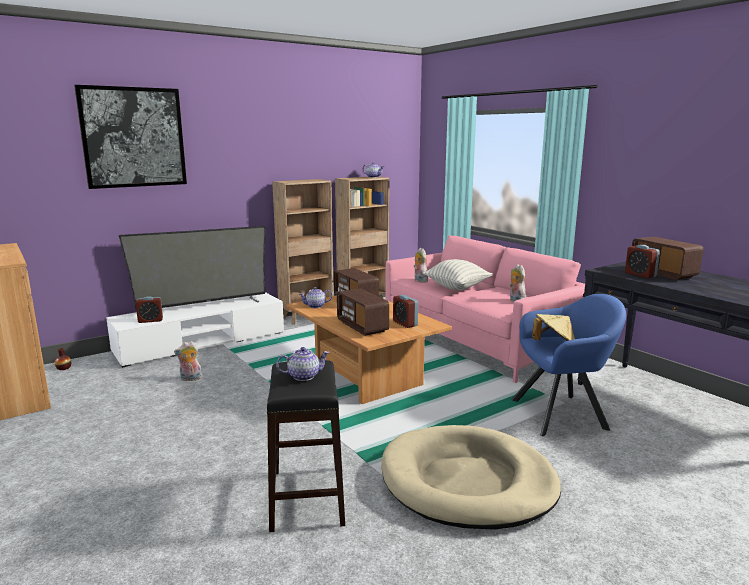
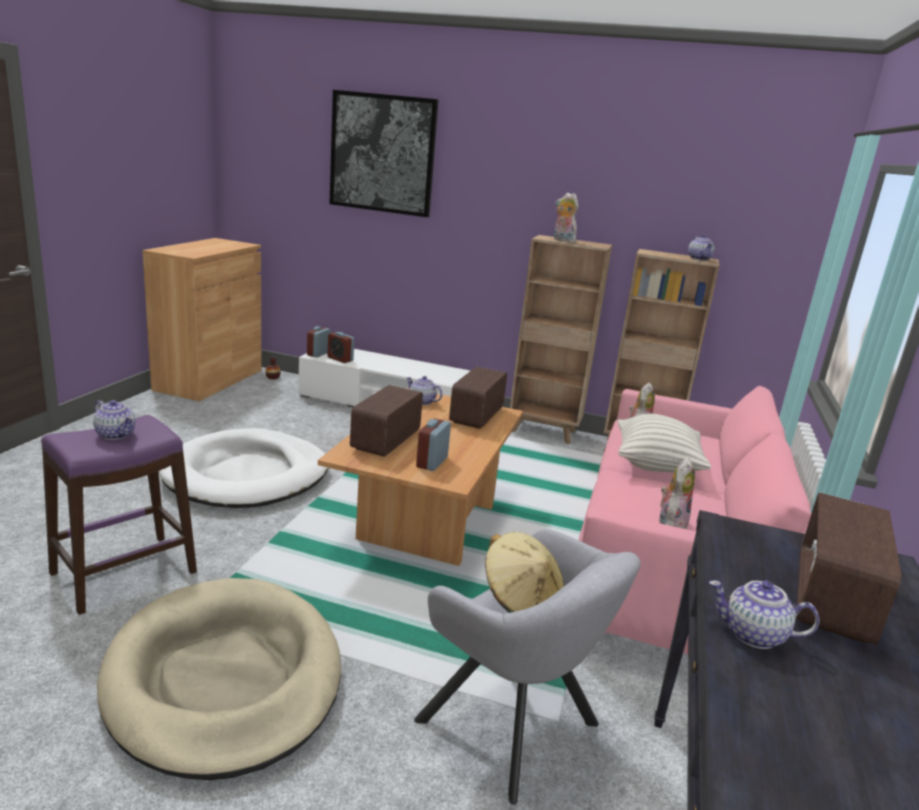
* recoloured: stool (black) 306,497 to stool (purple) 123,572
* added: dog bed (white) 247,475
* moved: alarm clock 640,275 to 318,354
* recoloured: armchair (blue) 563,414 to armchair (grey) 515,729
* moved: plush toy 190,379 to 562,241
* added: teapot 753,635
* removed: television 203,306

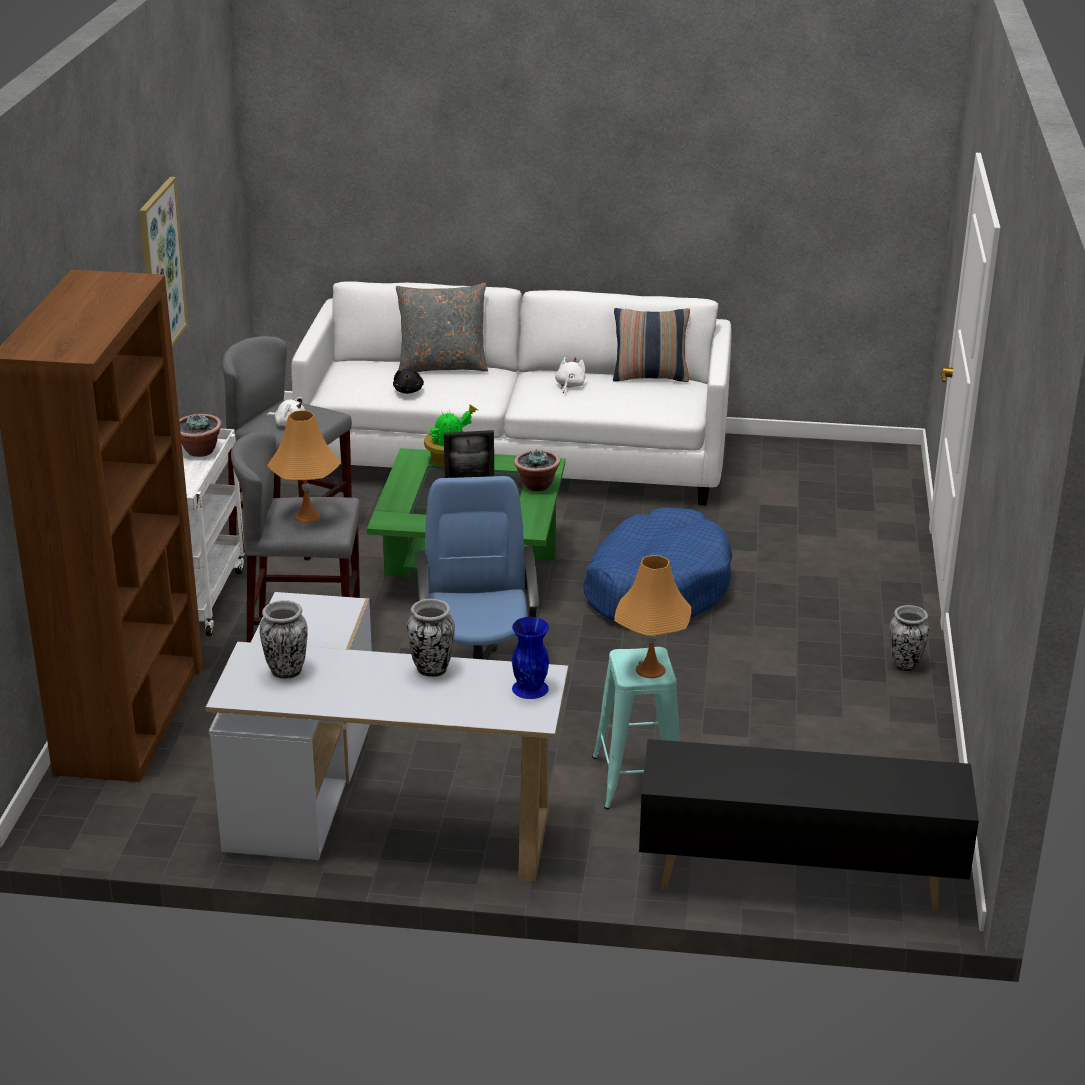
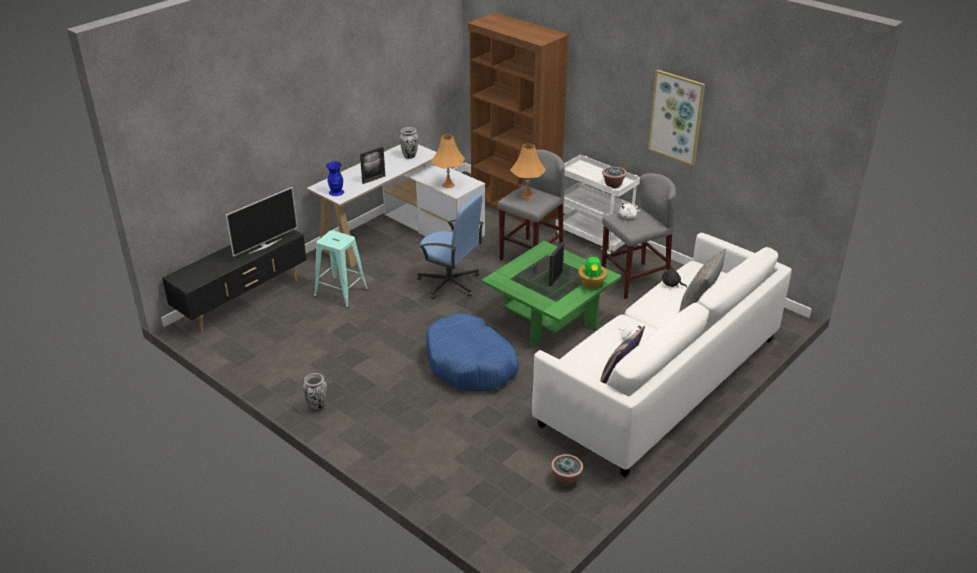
* added: television 264,246
* replaced: vase 431,670 to picture frame 373,179
* moved: table lamp (orange) 650,670 to 448,185
* moved: potted plant 536,485 to 566,479

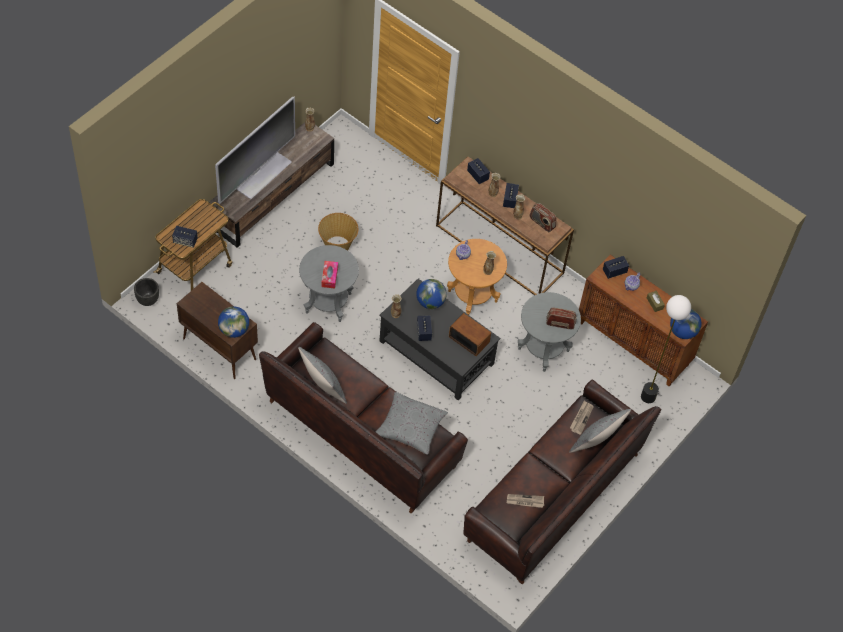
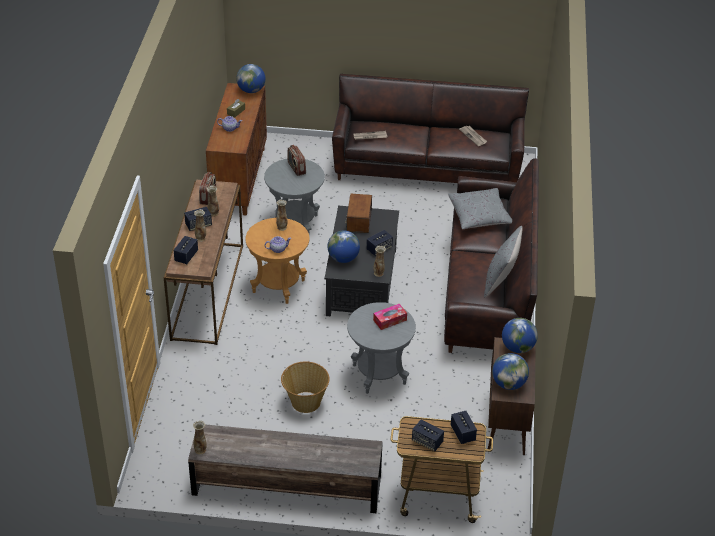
* moved: speaker 614,271 to 427,442
* added: globe 508,384
* removed: planter (black) 147,300
* removed: television 263,175
* removed: pillow (grey) 596,443
* removed: floor lamp 648,397

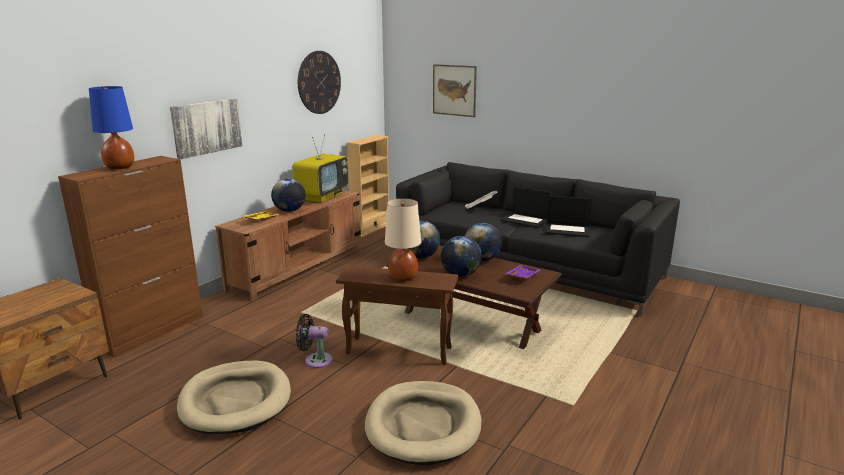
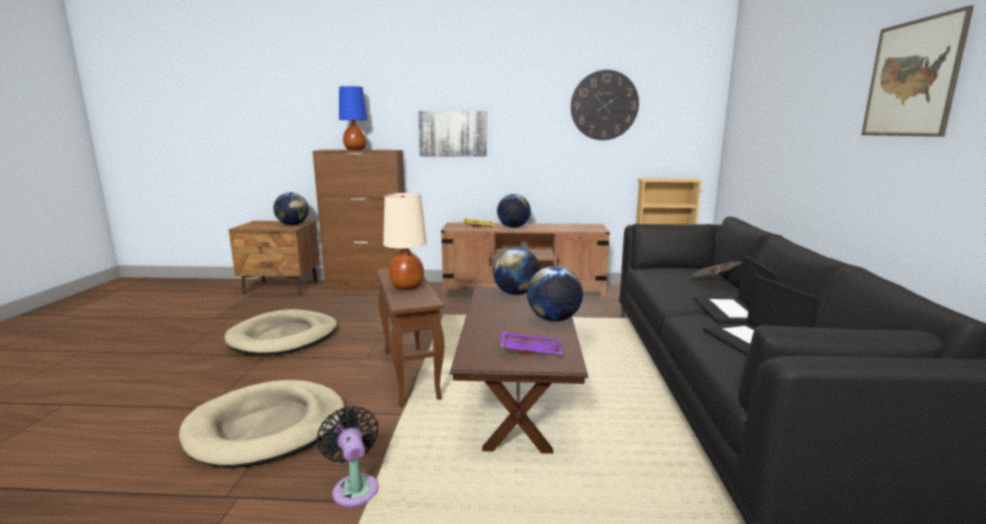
* moved: globe 460,275 to 293,225
* moved: fan (black) 315,360 to 355,487
* moved: picture 454,90 to 912,78
* removed: television 322,196

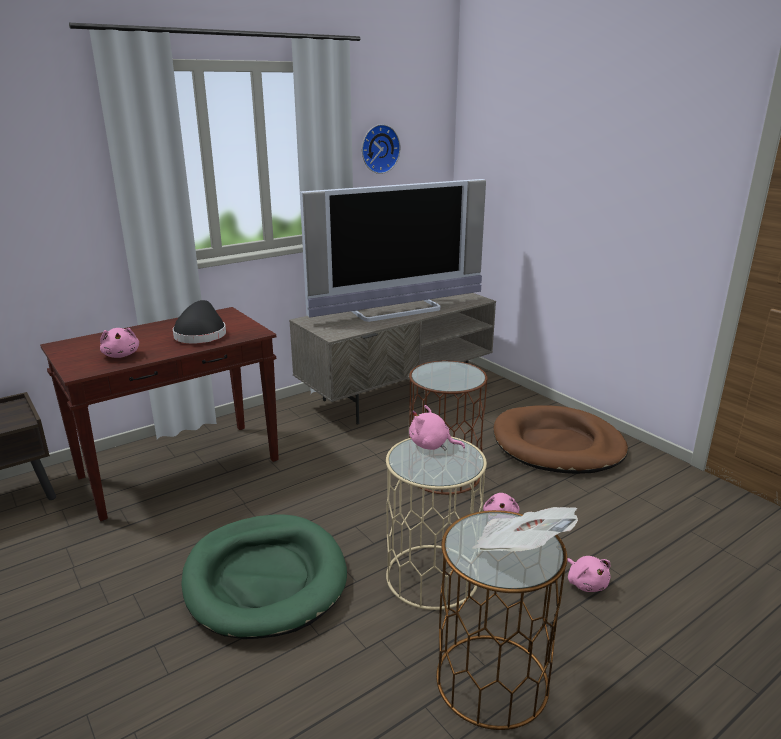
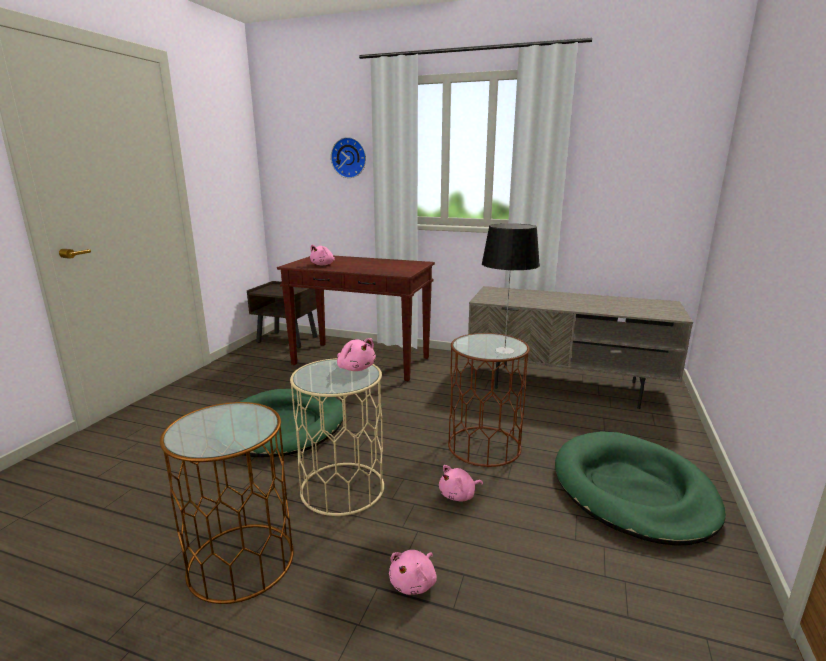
* moved: wall clock 379,149 to 349,158
* turned: plush toy (pink) 431,445 = 355,368 150 degrees clockwise
* added: table lamp 505,350
* recoloured: dog bed (brown) 557,445 to dog bed (green) 632,490
* removed: hat (black) 201,334
* removed: television 397,310
* removed: newspaper 521,550

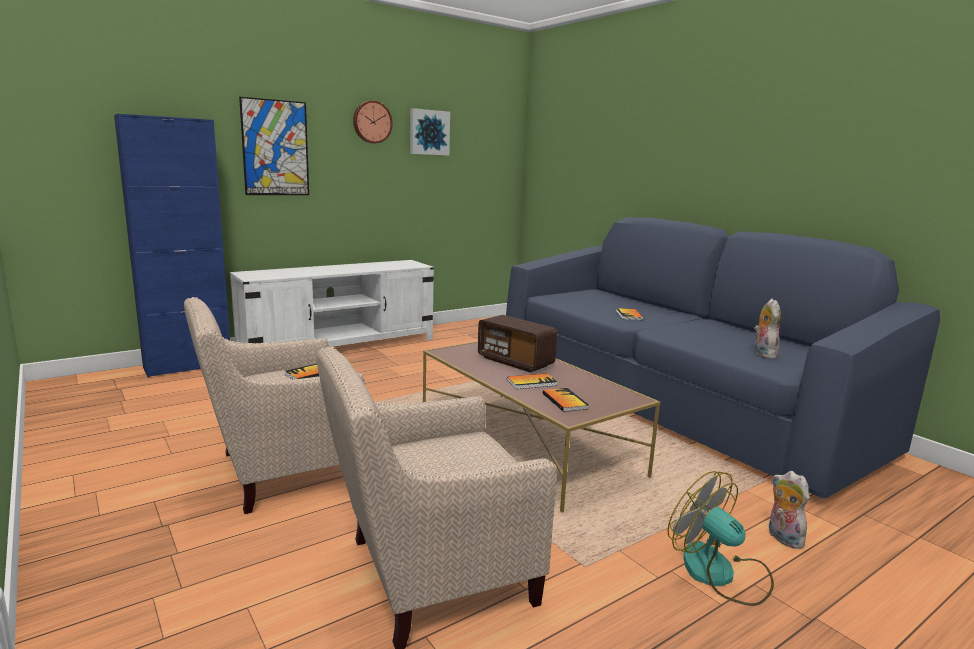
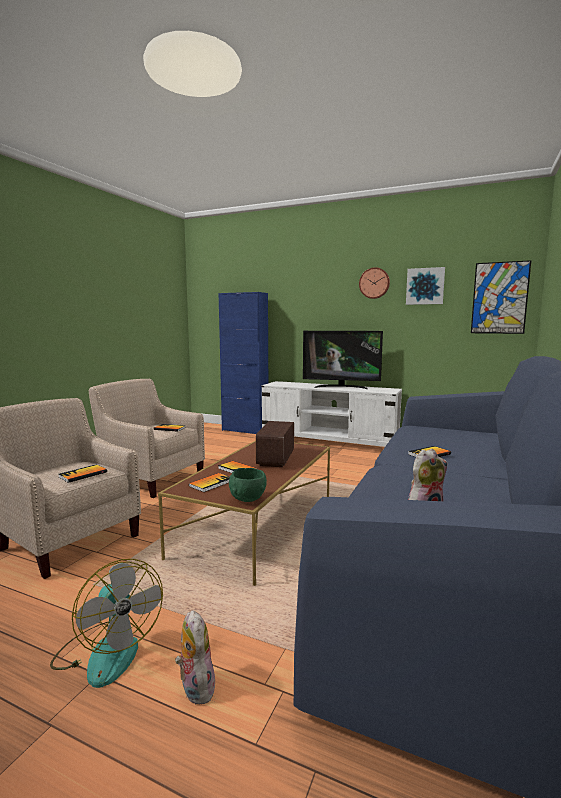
* turned: fan 720,574 = 107,651 120 degrees clockwise
* added: book 83,474
* turned: plush toy 782,538 = 195,687 60 degrees counterclockwise
* added: bowl (green) 247,499
* added: television 341,387
* moved: picture 275,148 to 499,298

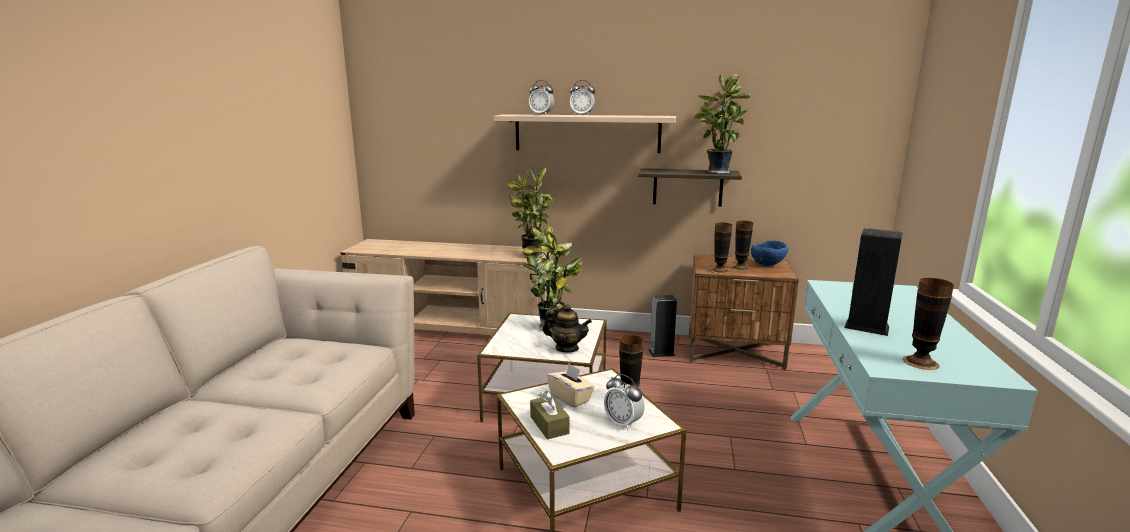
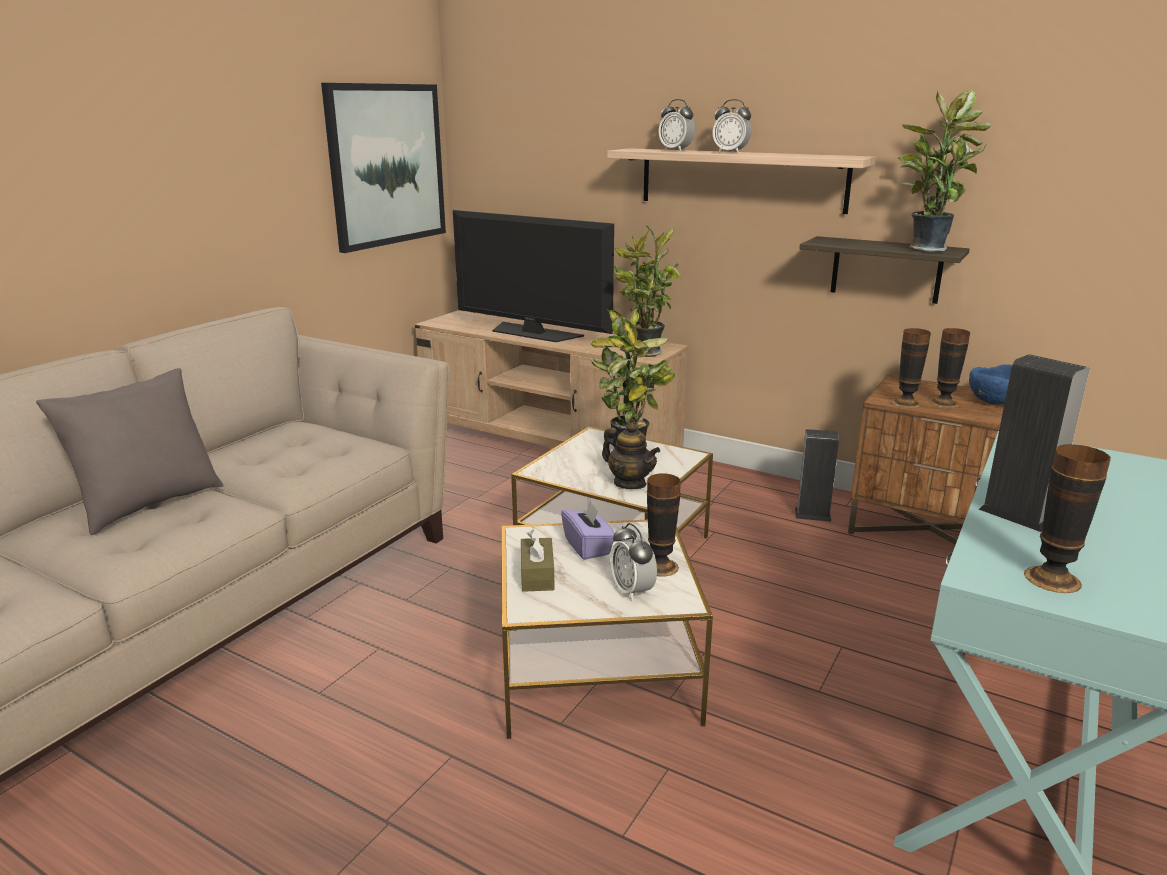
* added: pillow (grey) 149,505
* added: picture 387,165
* added: television 533,333
* recoloured: tissue box (beige) 570,398 to tissue box (purple) 588,547

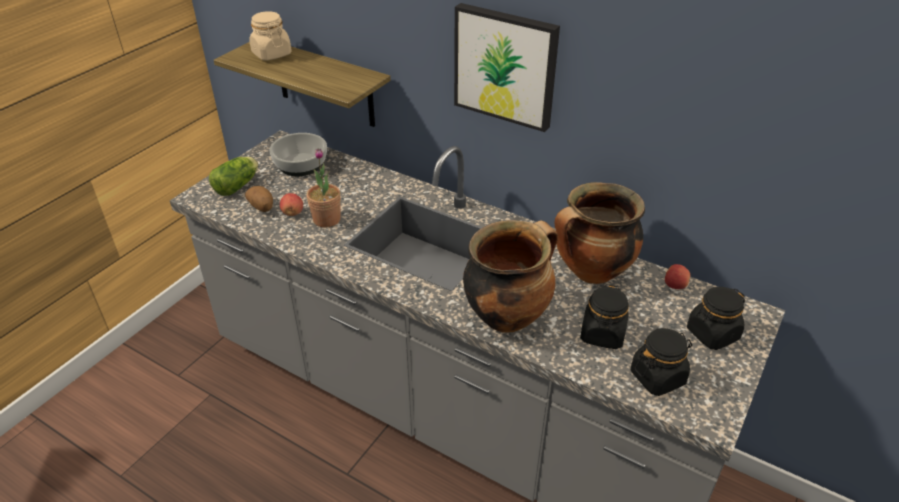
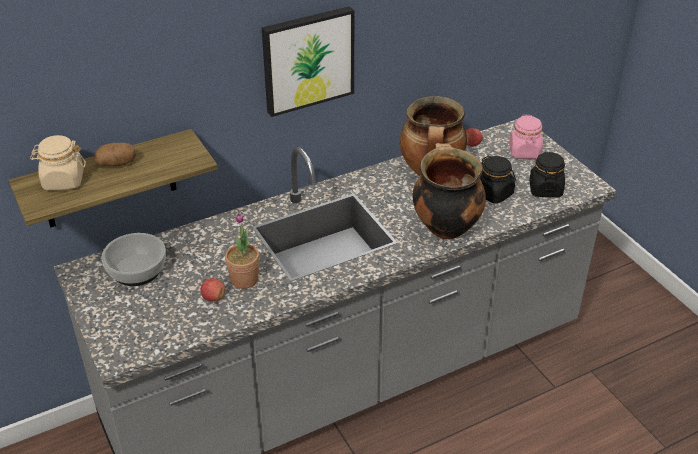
* moved: potato 262,207 to 117,163
* recoloured: jar (black) 712,334 to jar (pink) 524,152
* removed: lettuce 238,185

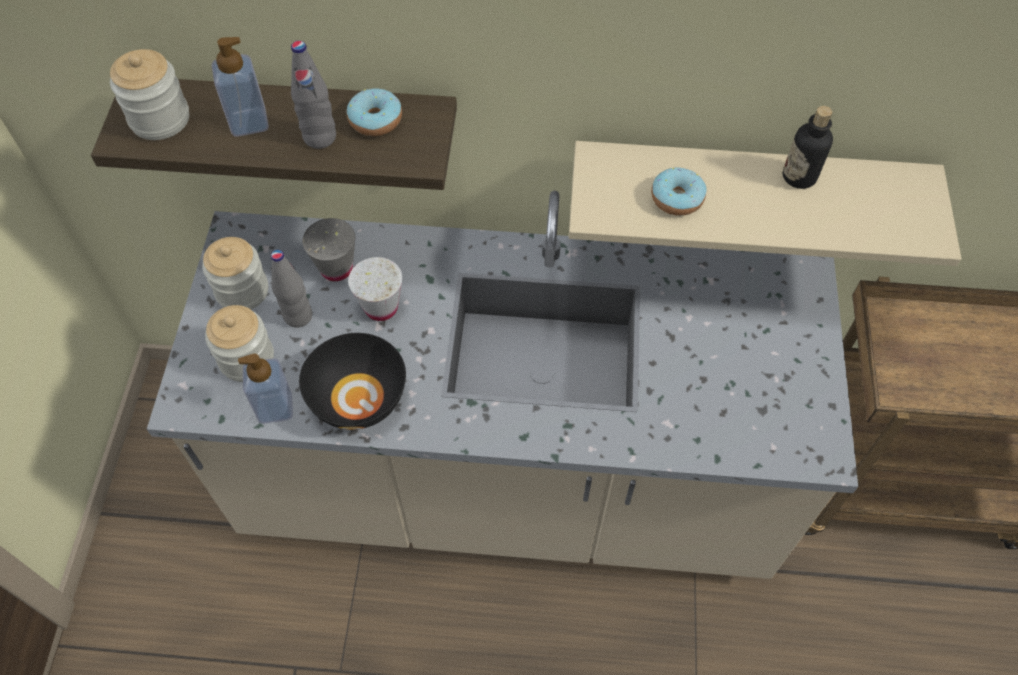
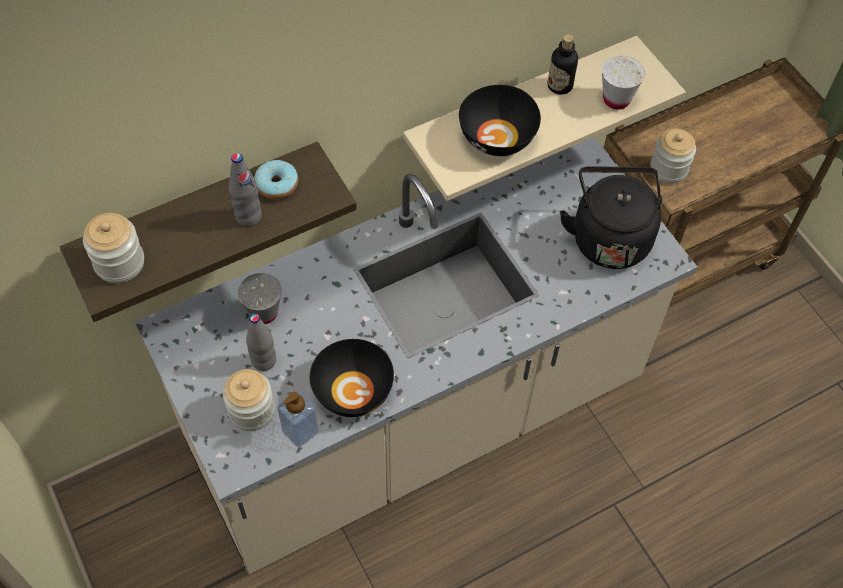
* replaced: donut 677,198 to bowl (black) 497,138
* added: kettle (black) 609,236
* moved: cup (white) 381,307 to 616,99
* moved: jar 242,291 to 668,169
* removed: soap dispenser 249,122

